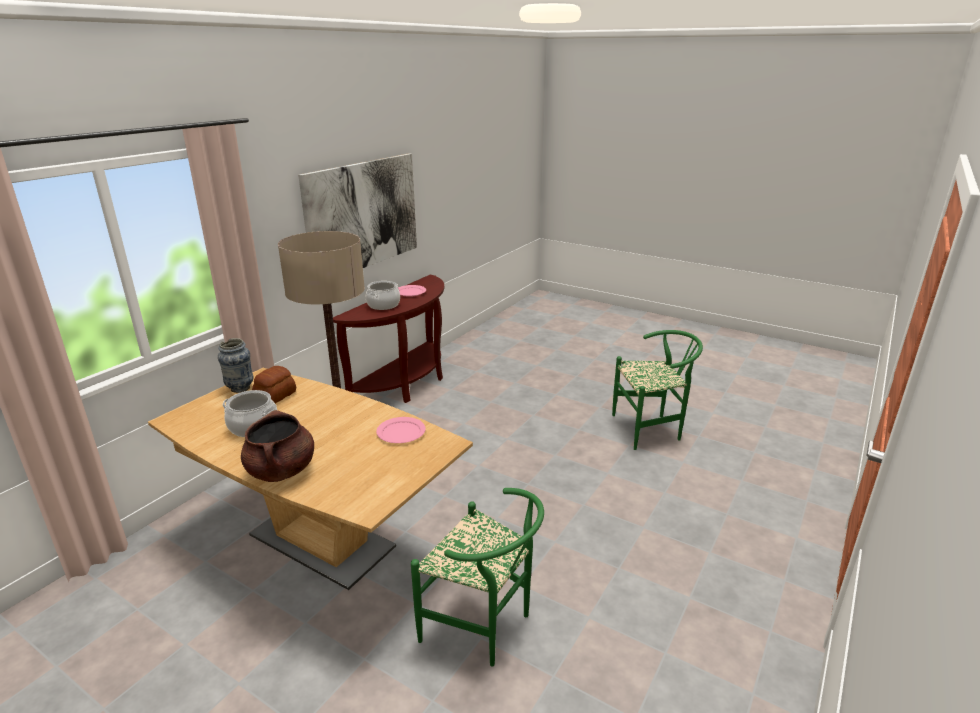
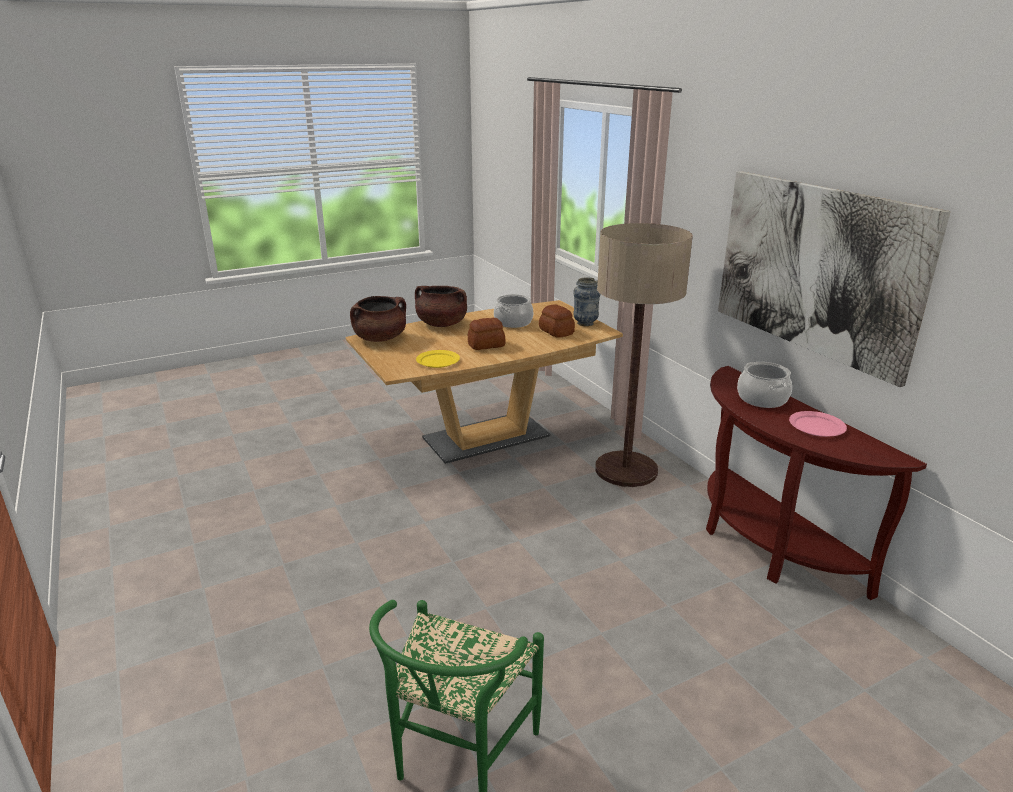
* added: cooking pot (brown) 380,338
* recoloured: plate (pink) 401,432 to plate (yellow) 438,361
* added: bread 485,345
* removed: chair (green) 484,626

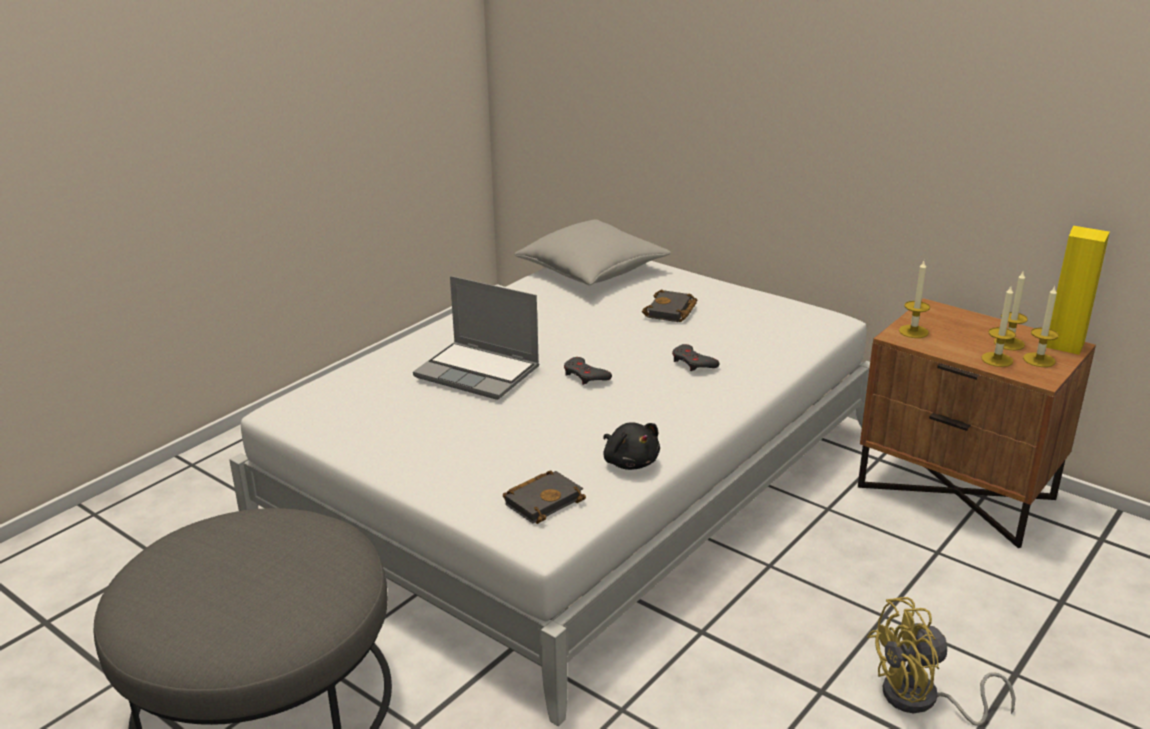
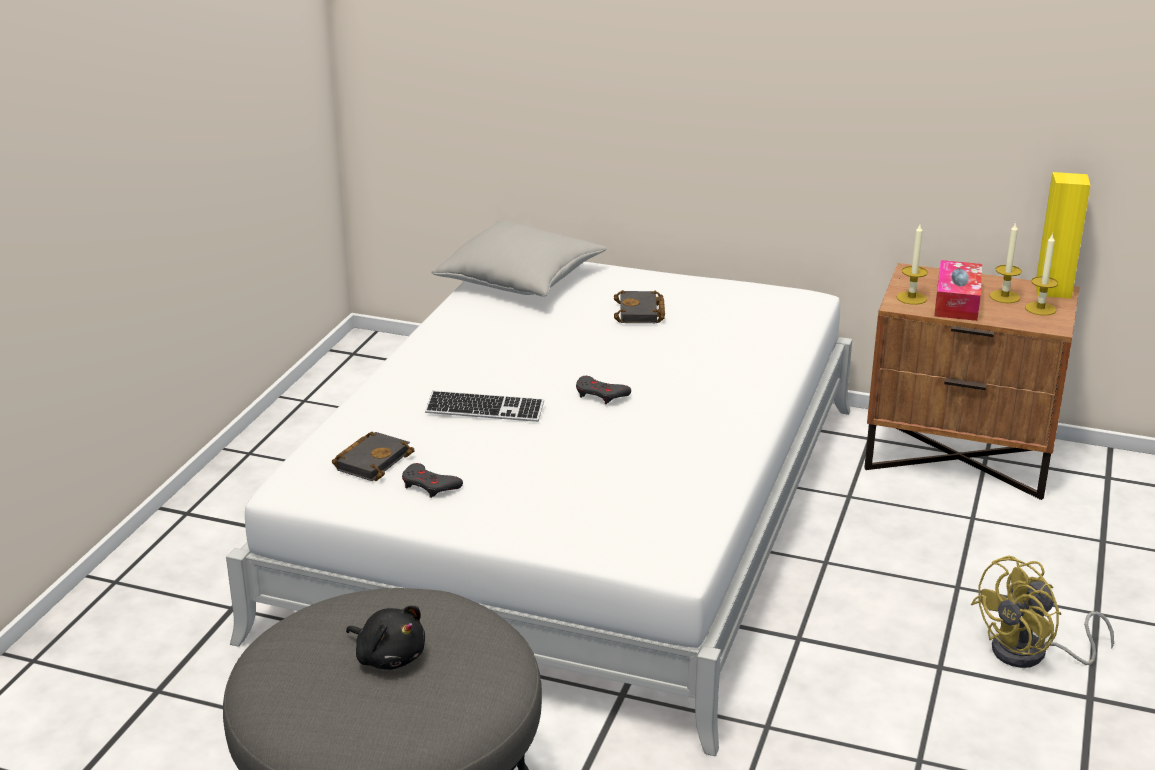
* moved: book (black) 544,500 to 372,460
* moved: plush toy (black) 630,462 to 388,657
* moved: game controller (grey) 693,362 to 429,485
* replaced: laptop 479,372 to keyboard 484,409
* added: tissue box 957,302
* removed: candle 997,359

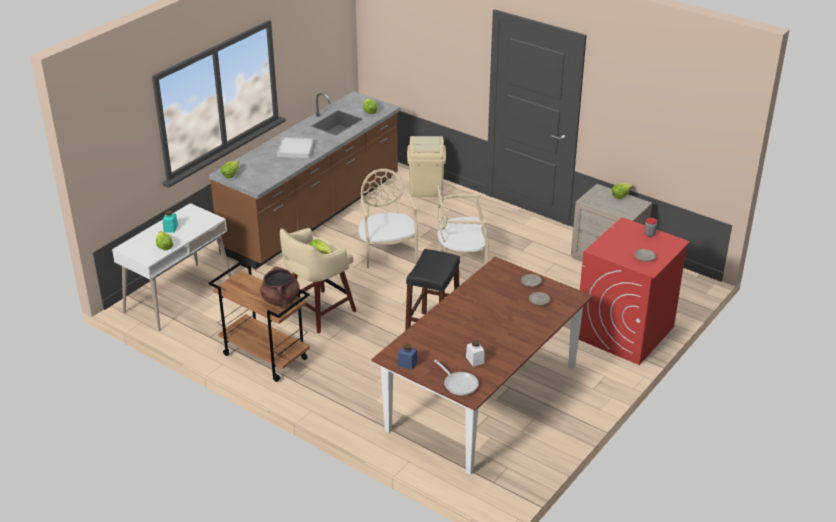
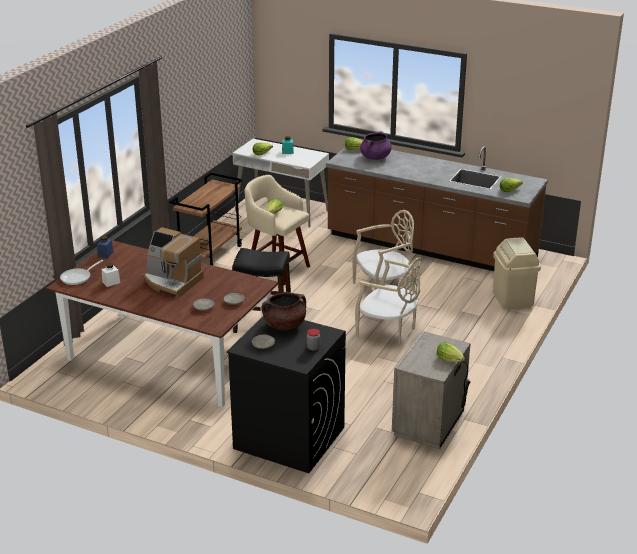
* added: coffee machine 171,282
* recoloured: washing machine (red) 624,332 to washing machine (black) 288,438
* moved: cooking pot (brown) 281,300 to 284,325
* turned: chair (beige) 462,259 = 388,330 135 degrees clockwise
* added: cooking pot (purple) 375,157
* removed: tray (white) 295,149

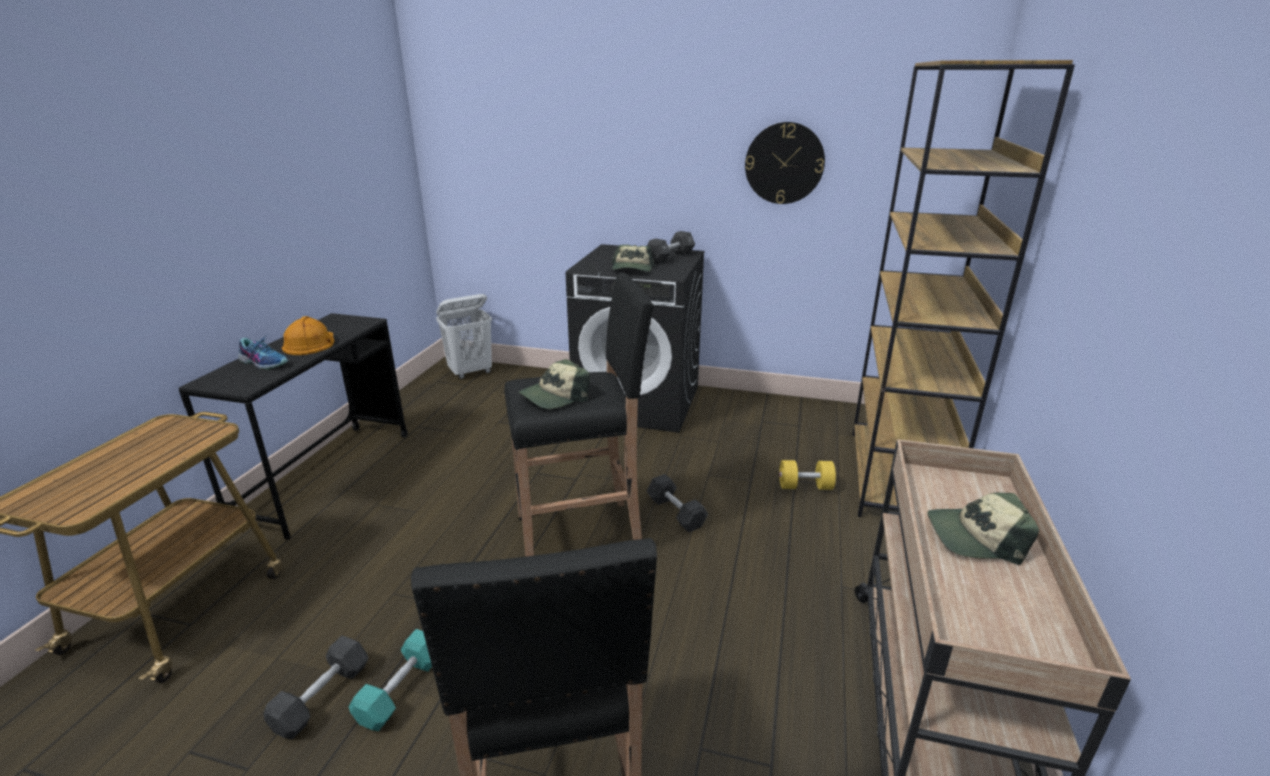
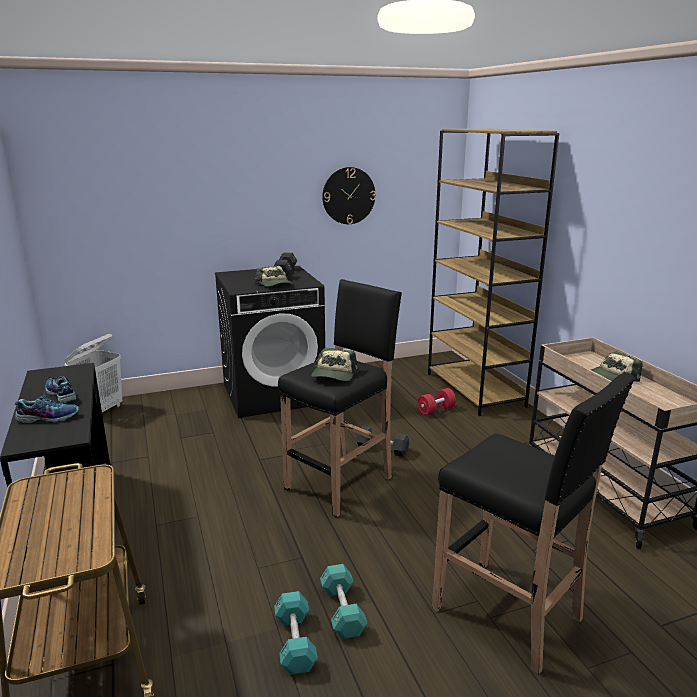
* replaced: hard hat (orange) 310,343 to shoe 60,395
* recoloured: dumbbell (black) 322,697 to dumbbell (turquoise) 295,642
* recoloured: dumbbell (yellow) 805,486 to dumbbell (red) 436,410

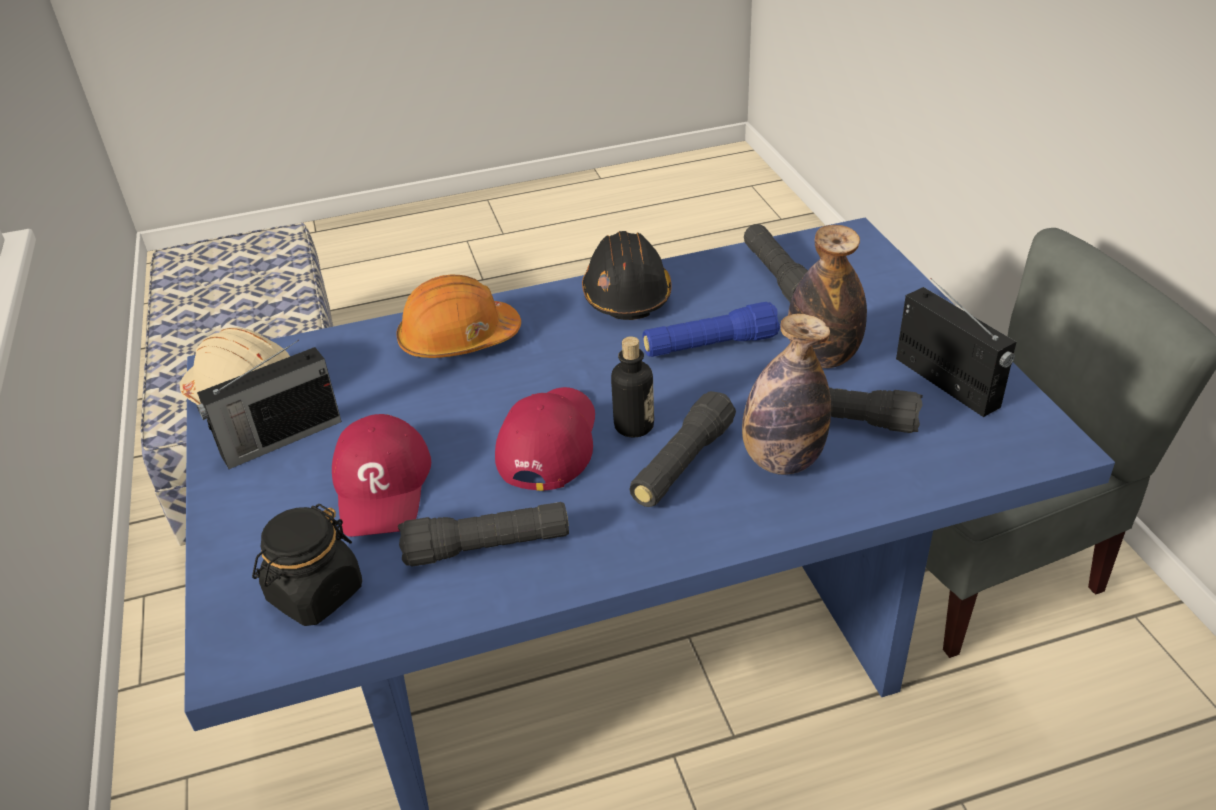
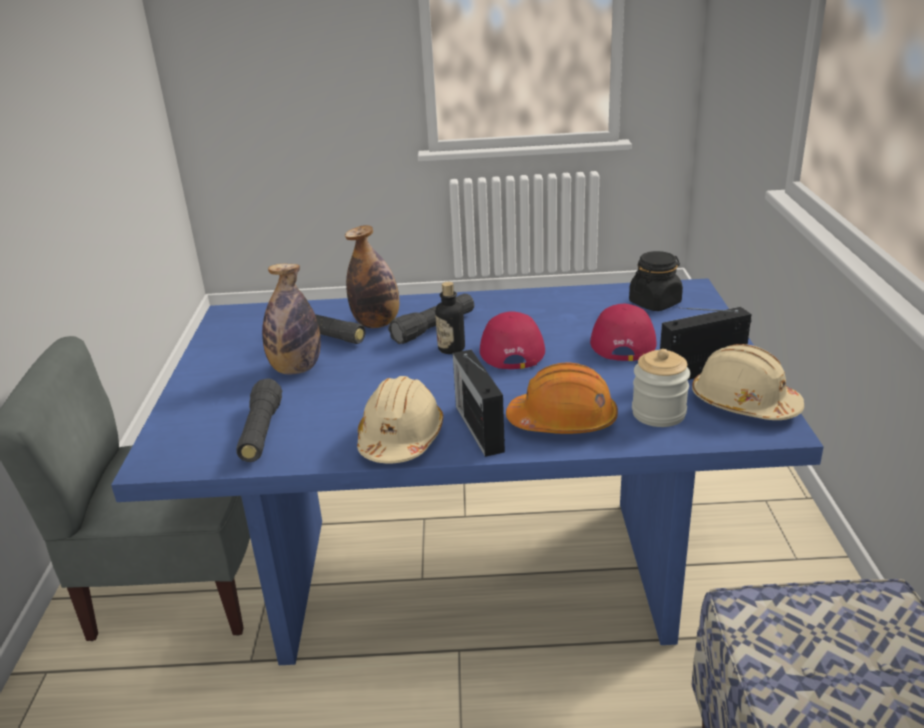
* recoloured: hard hat (black) 626,294 to hard hat (beige) 400,438
* moved: radio 948,384 to 479,427
* turned: cap (red) 548,442 = 510,347 150 degrees clockwise
* added: jar 658,413
* removed: flashlight (black) 487,547
* removed: flashlight (blue) 710,346

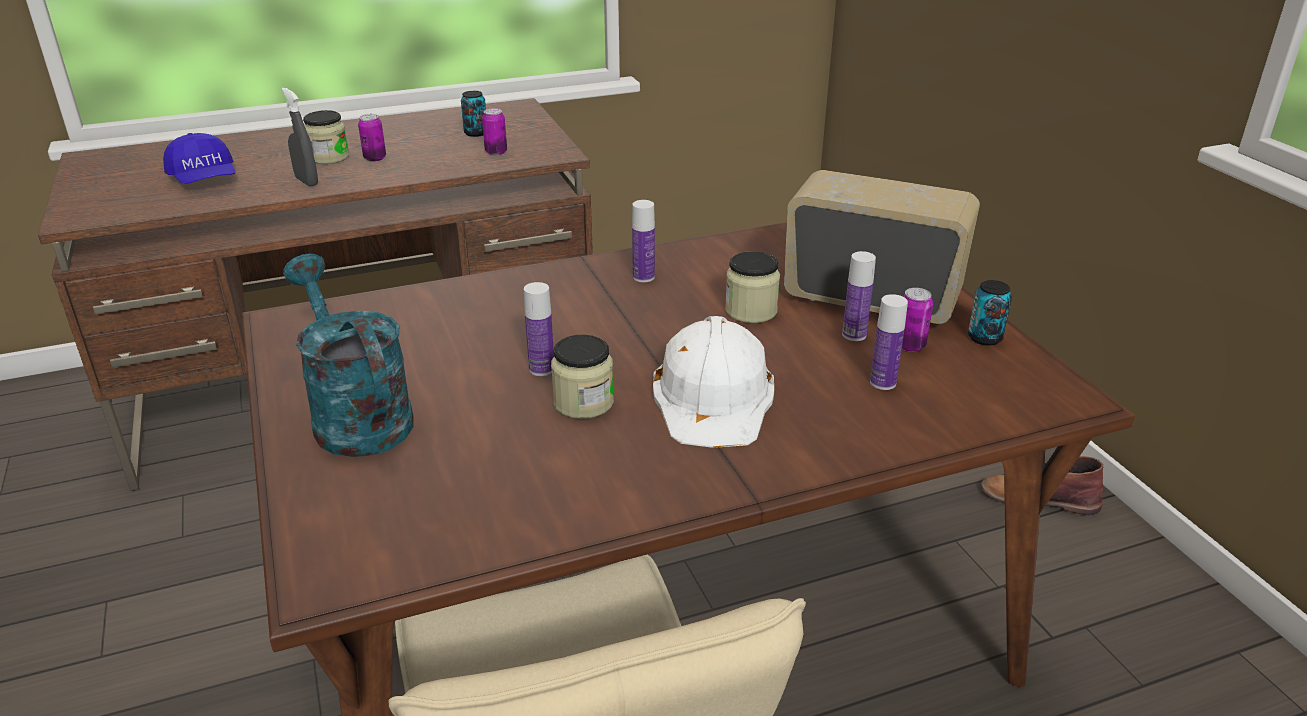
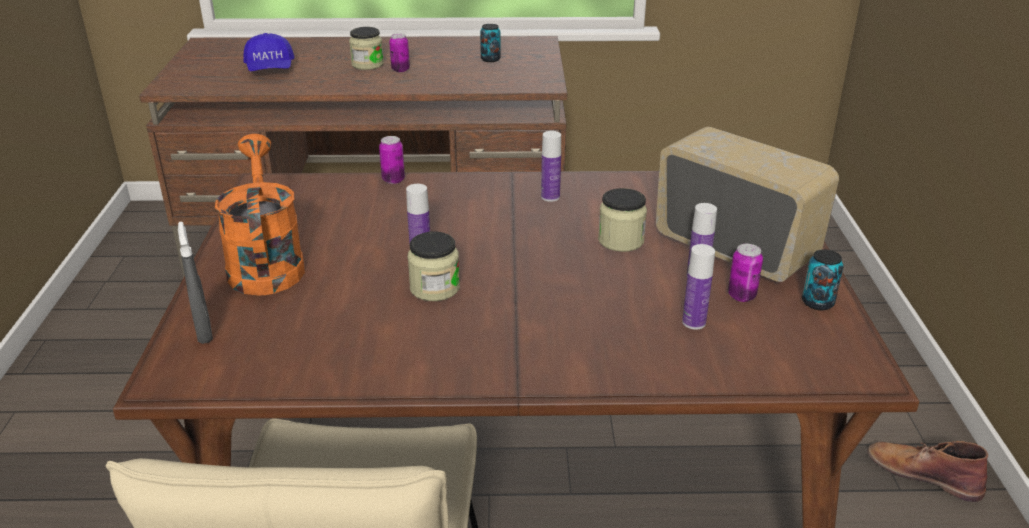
* moved: spray bottle (grey) 307,181 to 204,332
* recoloured: watering can (turquoise) 355,415 to watering can (orange) 265,264
* moved: can 496,152 to 393,180
* removed: hard hat (white) 714,396

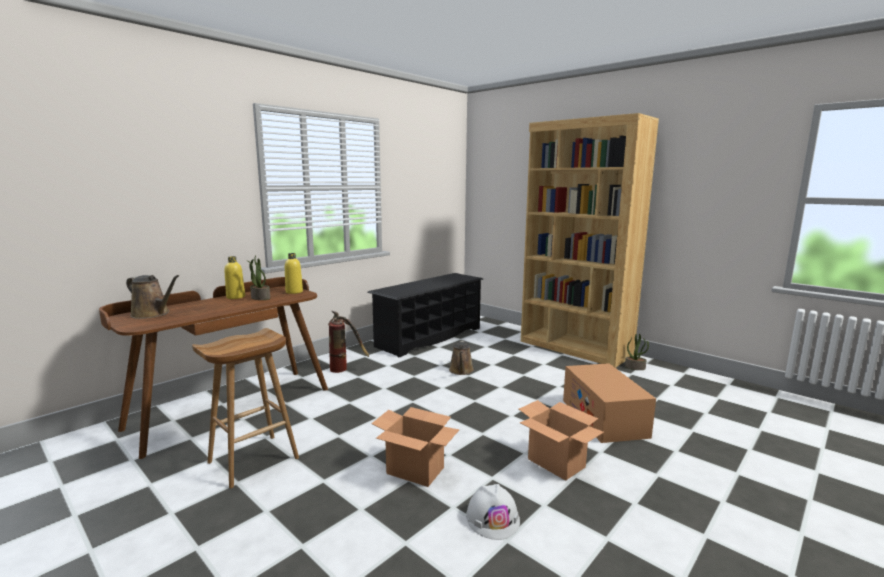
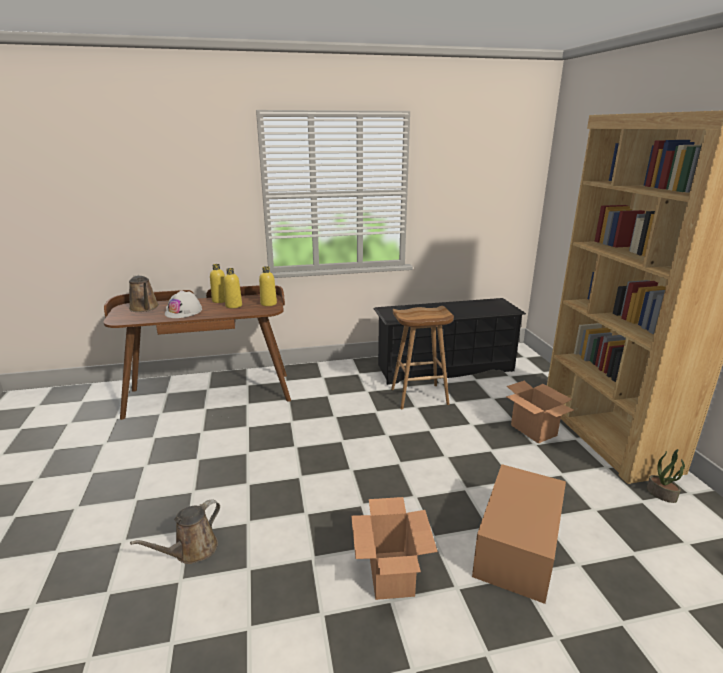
* moved: watering can (brown) 461,371 to 192,550
* moved: hard hat (white) 493,518 to 184,311
* replaced: potted plant 260,298 to bottle (yellow) 234,305
* moved: stool (brown) 253,461 to 418,397
* moved: cardboard box 416,471 to 534,430
* removed: fire extinguisher 345,369

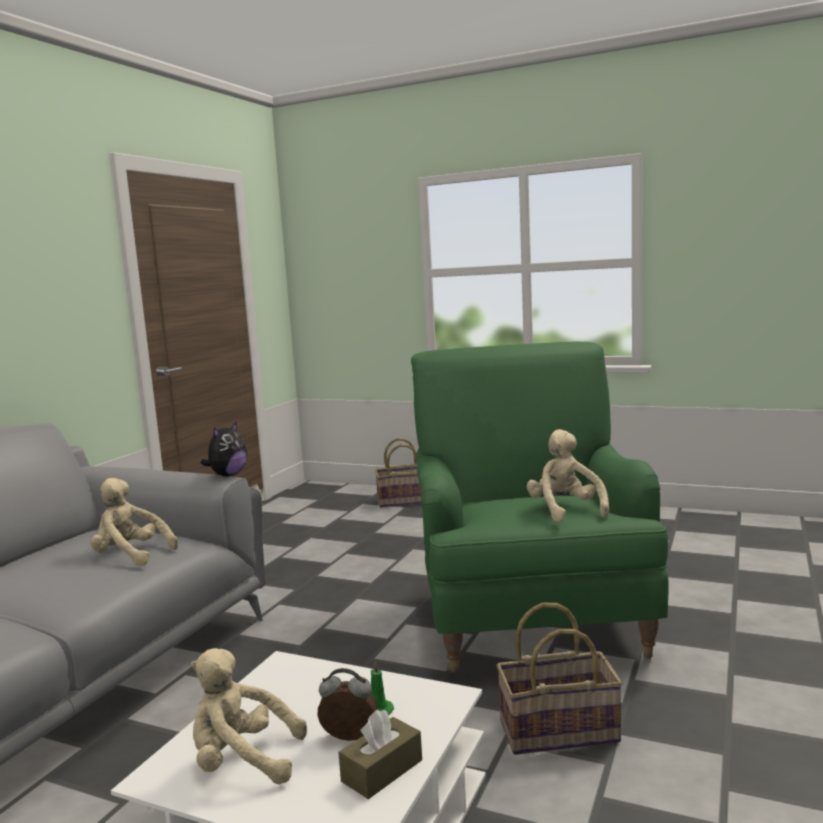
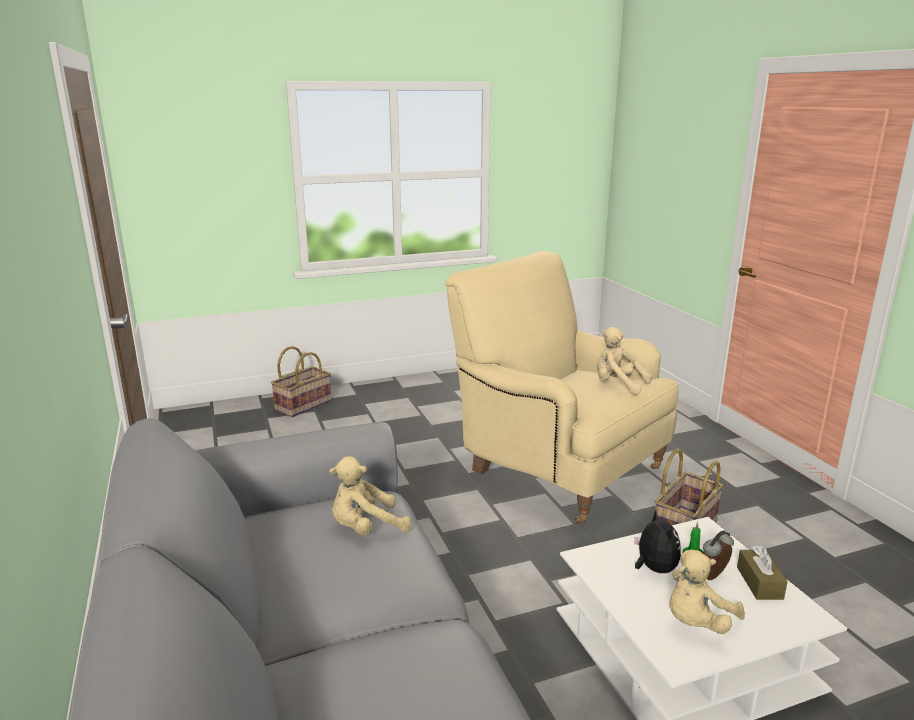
* recoloured: armchair (green) 530,618 to armchair (beige) 558,468
* moved: plush toy 227,475 to 654,569

